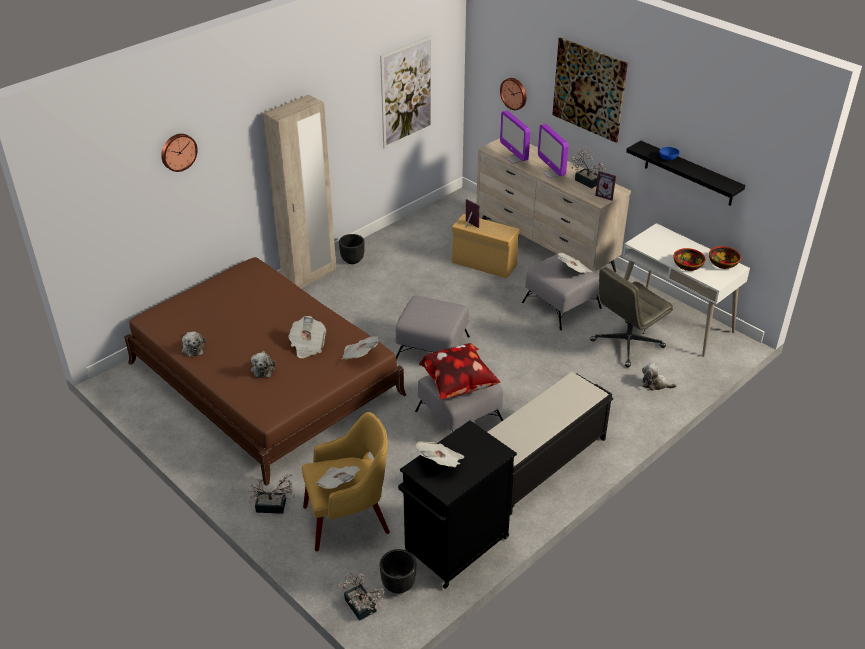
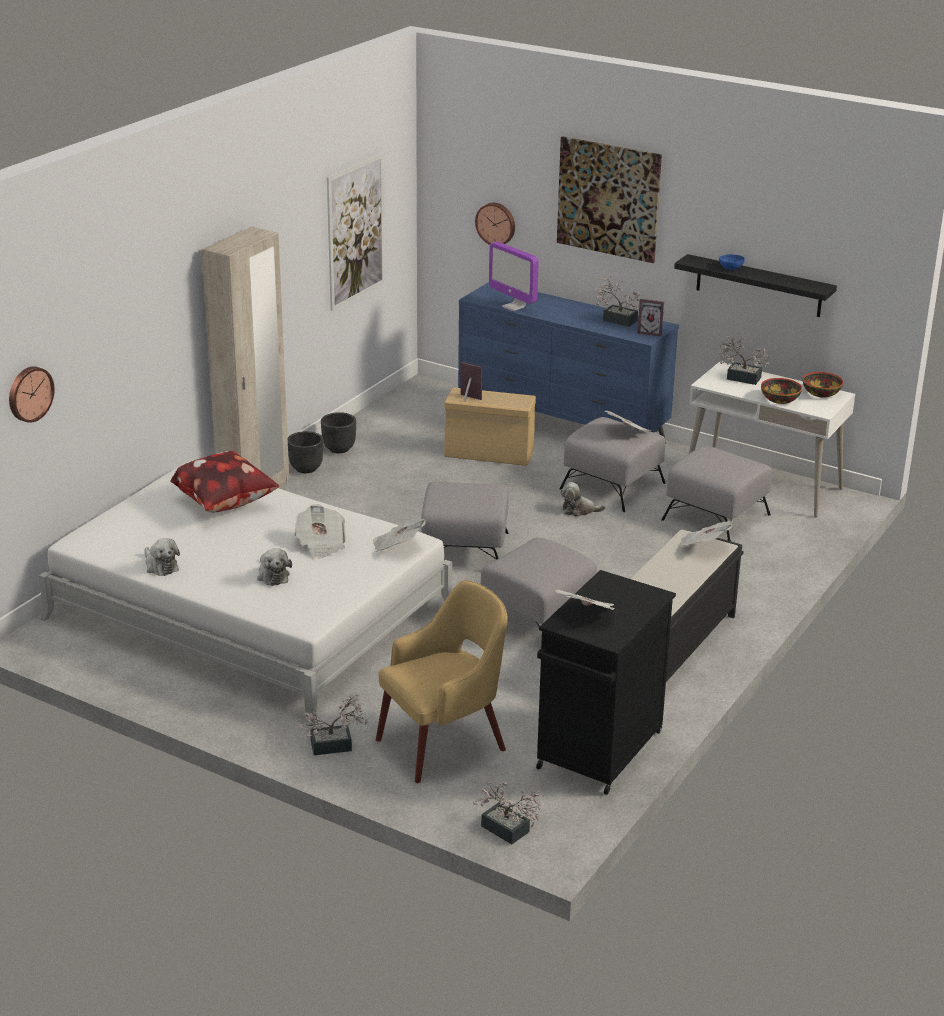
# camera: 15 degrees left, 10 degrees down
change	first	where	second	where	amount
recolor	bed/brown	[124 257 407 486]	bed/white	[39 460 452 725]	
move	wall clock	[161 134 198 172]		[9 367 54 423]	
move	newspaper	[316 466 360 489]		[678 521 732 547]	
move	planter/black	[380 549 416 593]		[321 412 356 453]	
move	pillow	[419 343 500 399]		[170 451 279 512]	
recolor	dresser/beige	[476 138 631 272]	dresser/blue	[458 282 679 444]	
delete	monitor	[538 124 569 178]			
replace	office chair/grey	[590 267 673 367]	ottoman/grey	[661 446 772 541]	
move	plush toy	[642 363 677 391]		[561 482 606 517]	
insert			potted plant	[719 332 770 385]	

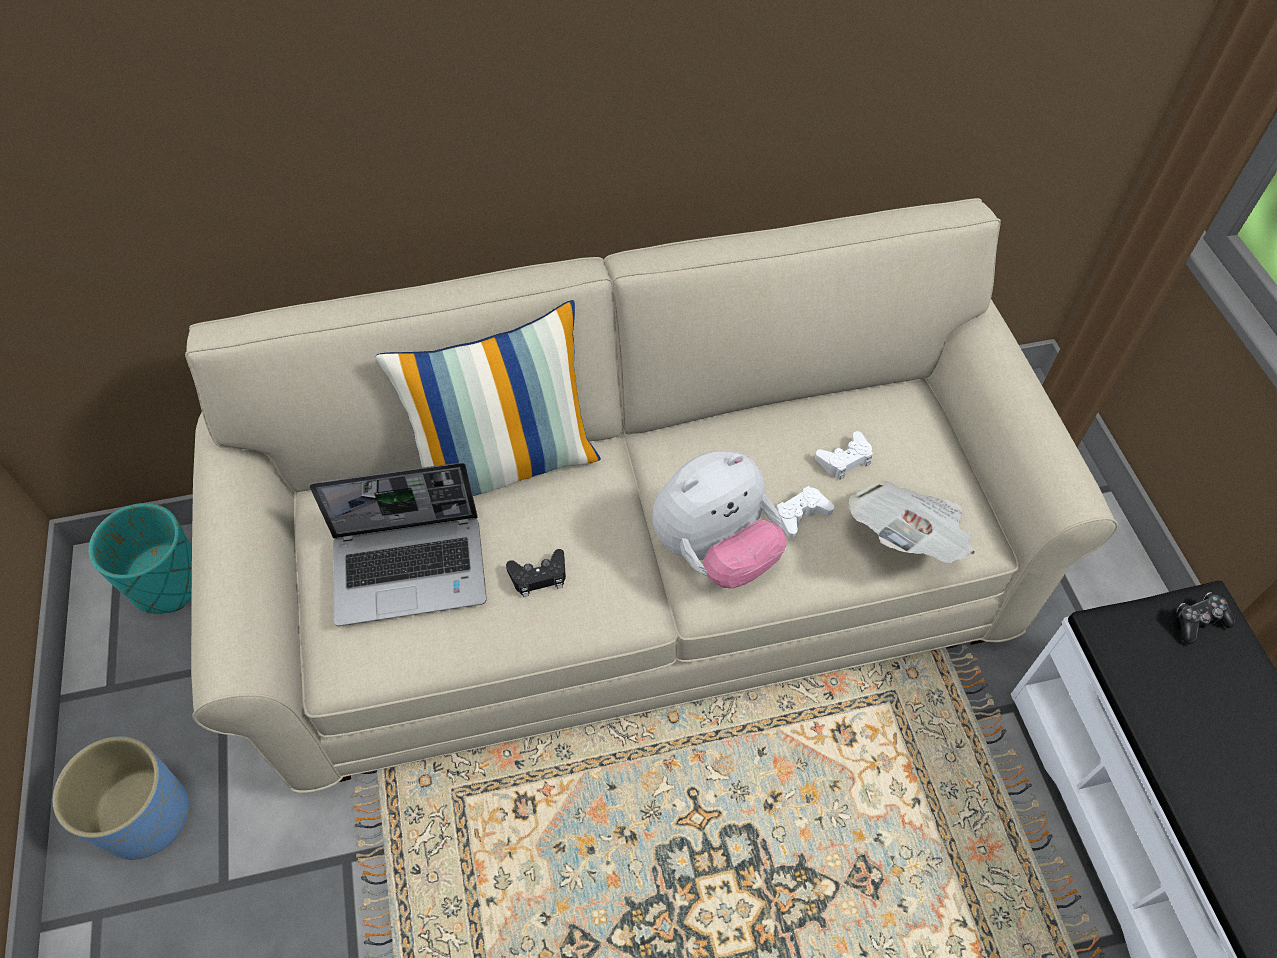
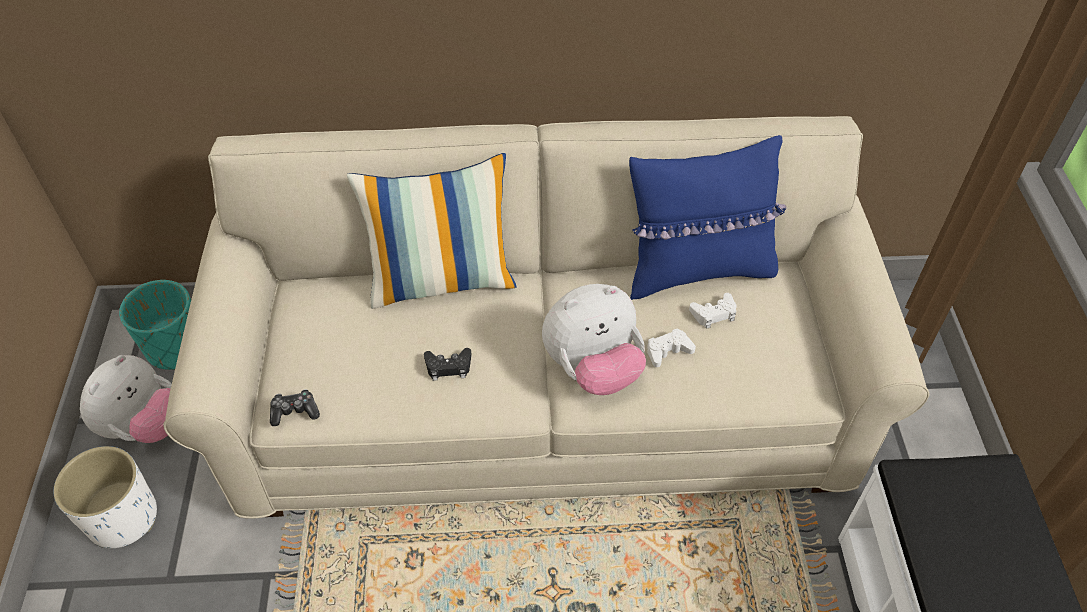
# camera: 10 degrees right, 5 degrees down
change	first	where	second	where	amount
recolor	planter/blue	[53 736 189 860]	planter/white	[53 446 157 548]	
delete	laptop	[310 462 487 626]			
delete	newspaper	[849 481 974 563]			
move	game controller	[1176 592 1235 644]		[270 389 320 426]	
insert			plush toy	[80 355 172 443]	
insert			pillow/blue	[629 135 787 300]	

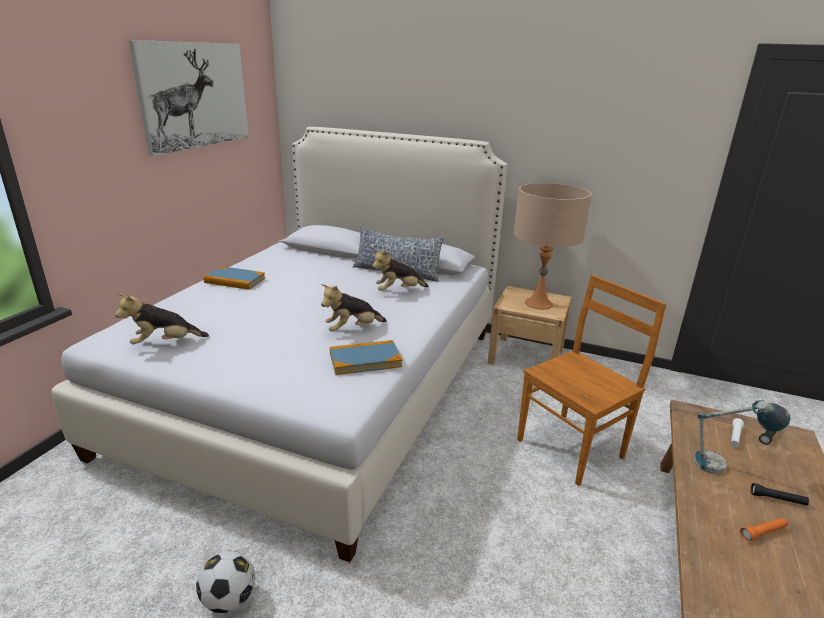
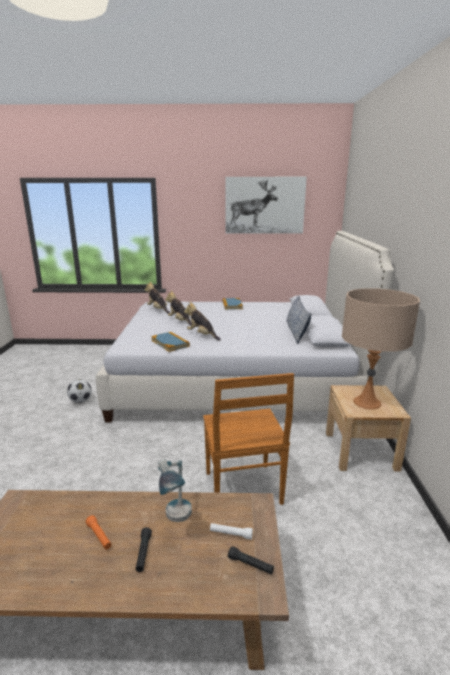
# camera: 70 degrees right, 5 degrees down
change	first	where	second	where	amount
move	plush toy	[372 249 429 291]		[165 291 192 325]	
rotate	chair/brown	[517 275 666 486]		[203 373 294 505]	45 degrees clockwise

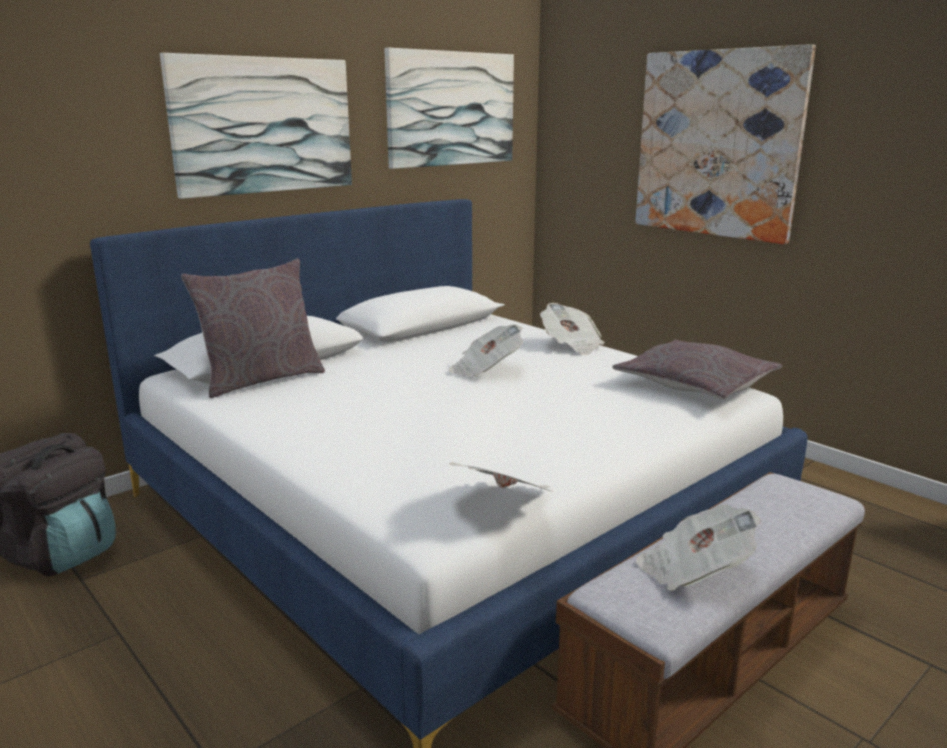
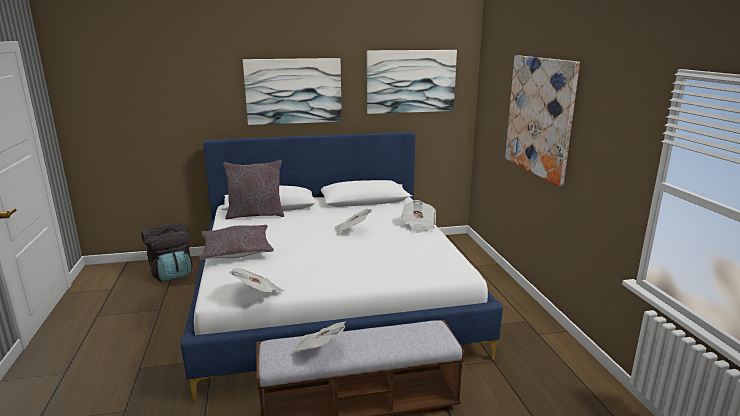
# camera: 30 degrees right, 0 degrees up
change	first	where	second	where	amount
move	pillow/grey	[612 340 782 399]		[199 225 274 260]	

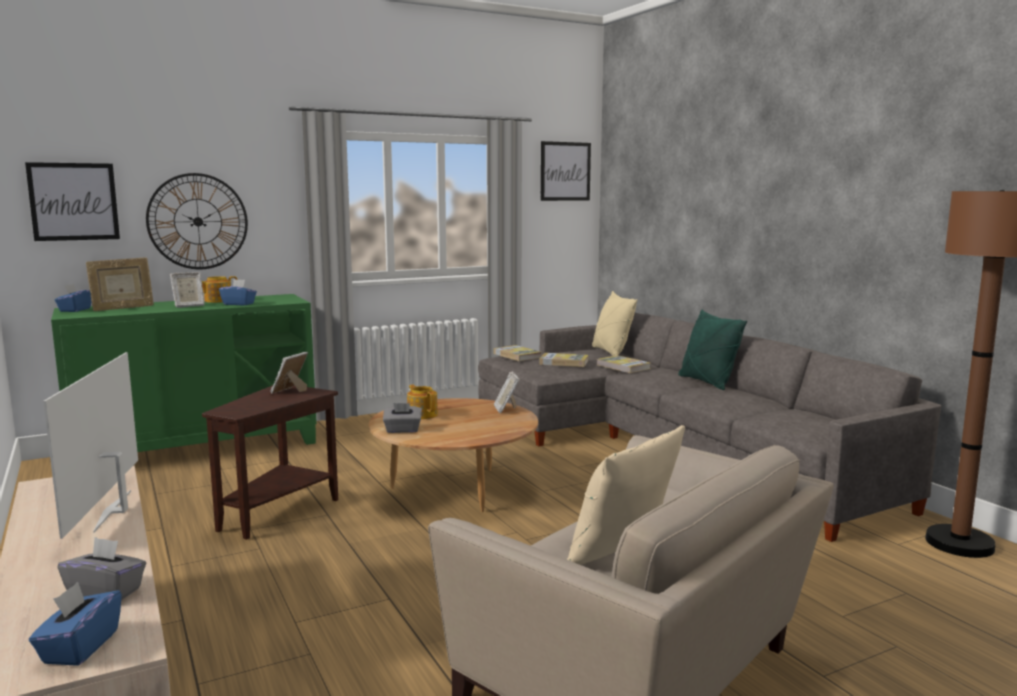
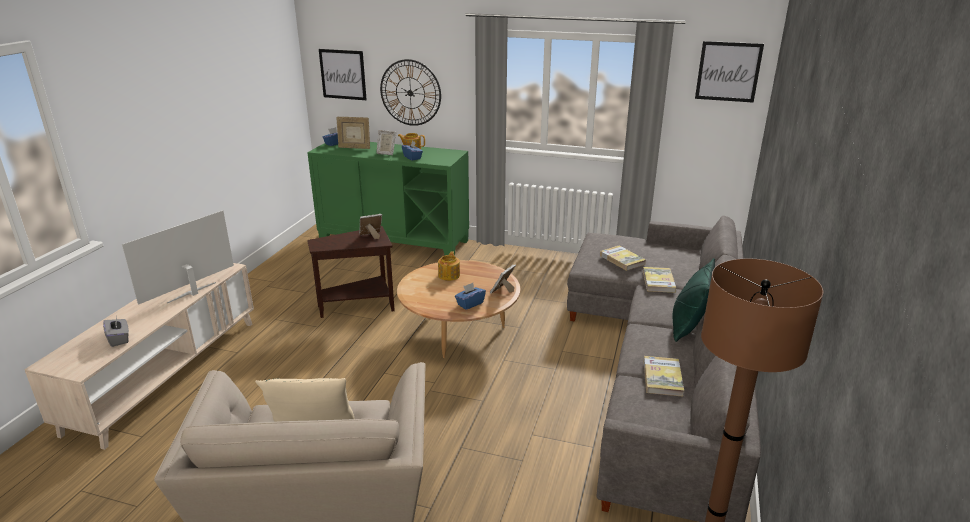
# camera: 45 degrees right, 15 degrees up
change	first	where	second	where	amount
move	tissue box/blue	[29 582 122 666]		[455 283 486 310]	
delete	tissue box/grey	[383 403 422 433]			
move	book	[494 345 541 361]		[644 356 684 397]	
delete	pillow/beige	[592 291 637 356]			

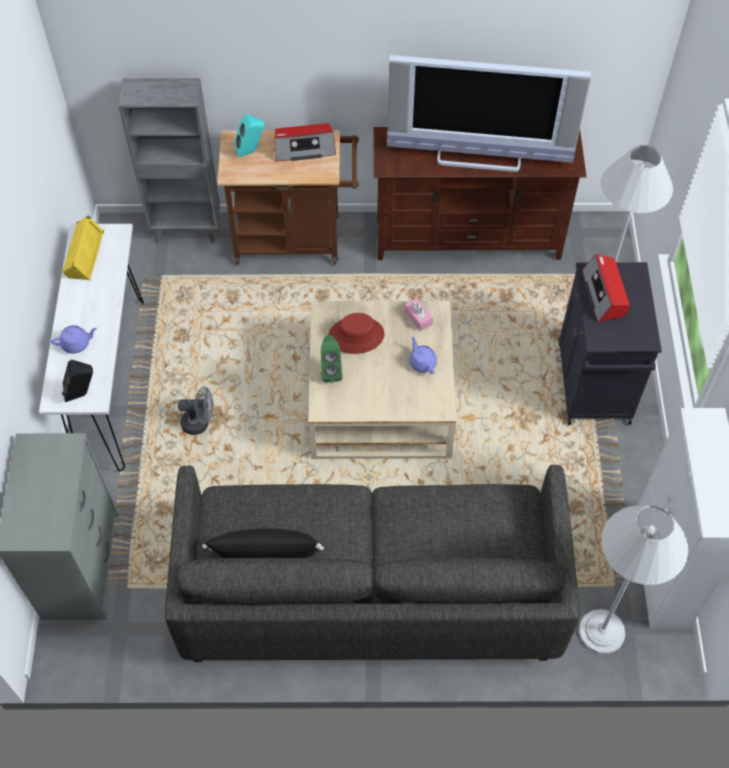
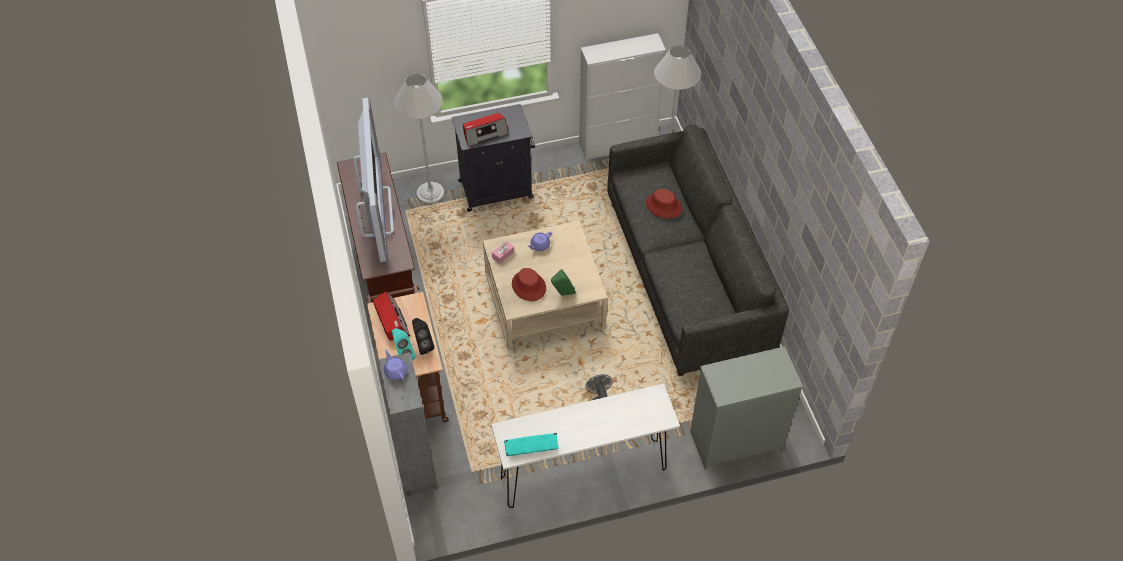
# camera: 105 degrees left, 5 degrees down
change	first	where	second	where	amount
move	teapot/purple	[51 325 97 354]		[384 350 408 380]	
recolor	speaker/yellow	[62 215 104 280]	speaker/turquoise	[504 433 559 457]	
move	speaker/black	[62 360 93 402]		[412 318 435 355]	
delete	pillow/black	[202 528 324 558]			
insert			hat/red	[646 189 682 219]	

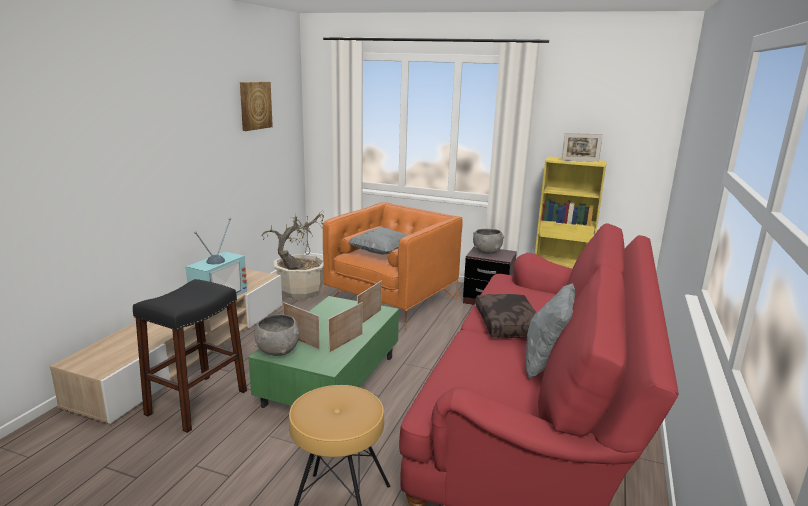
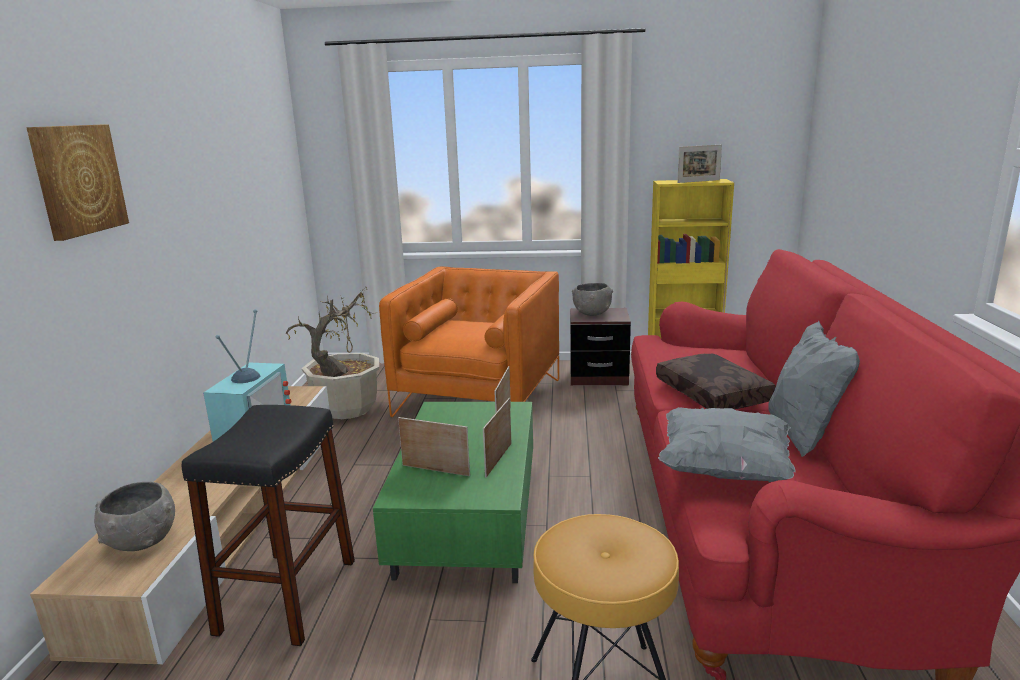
# camera: 15 degrees left, 0 degrees up
change	first	where	second	where	amount
move	picture	[240 82 273 131]		[26 124 129 241]	
move	bowl/grey	[255 314 300 356]		[94 482 175 551]	
move	pillow/grey	[349 228 408 255]		[658 407 796 482]	

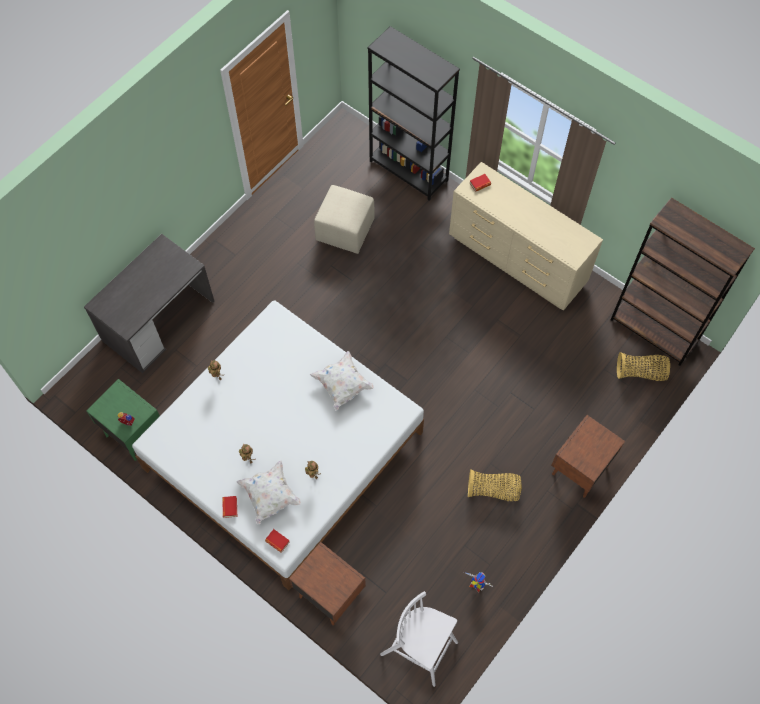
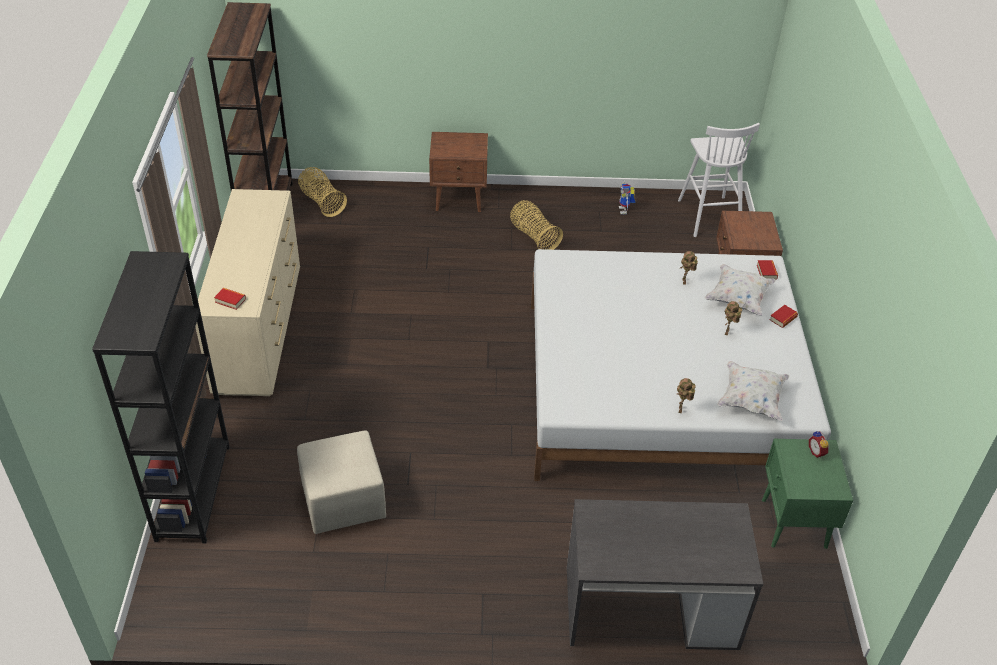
# camera: 130 degrees left, 20 degrees down
change	first	where	second	where	amount
move	pillow/white	[310 351 374 411]		[717 361 789 421]	

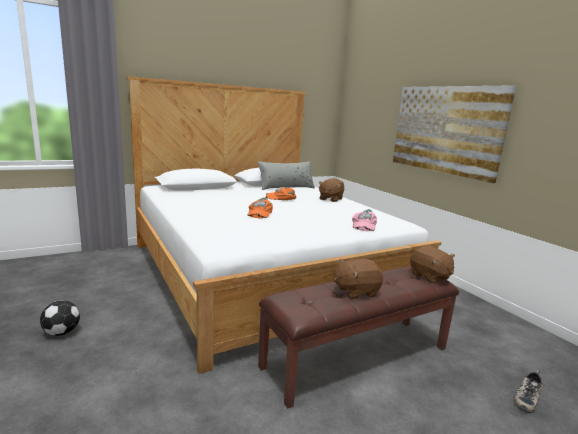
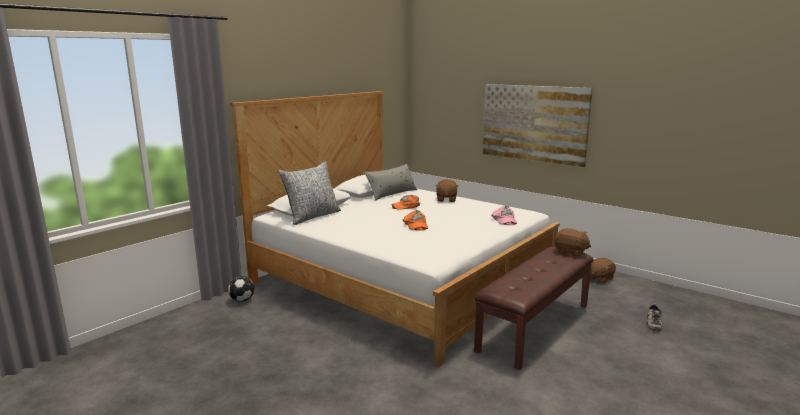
# camera: 20 degrees left, 0 degrees up
change	first	where	second	where	amount
move	football	[40 300 80 336]		[228 276 254 302]	
move	plush toy/brown	[334 259 383 299]		[590 258 616 283]	
insert			pillow	[278 161 341 225]	

